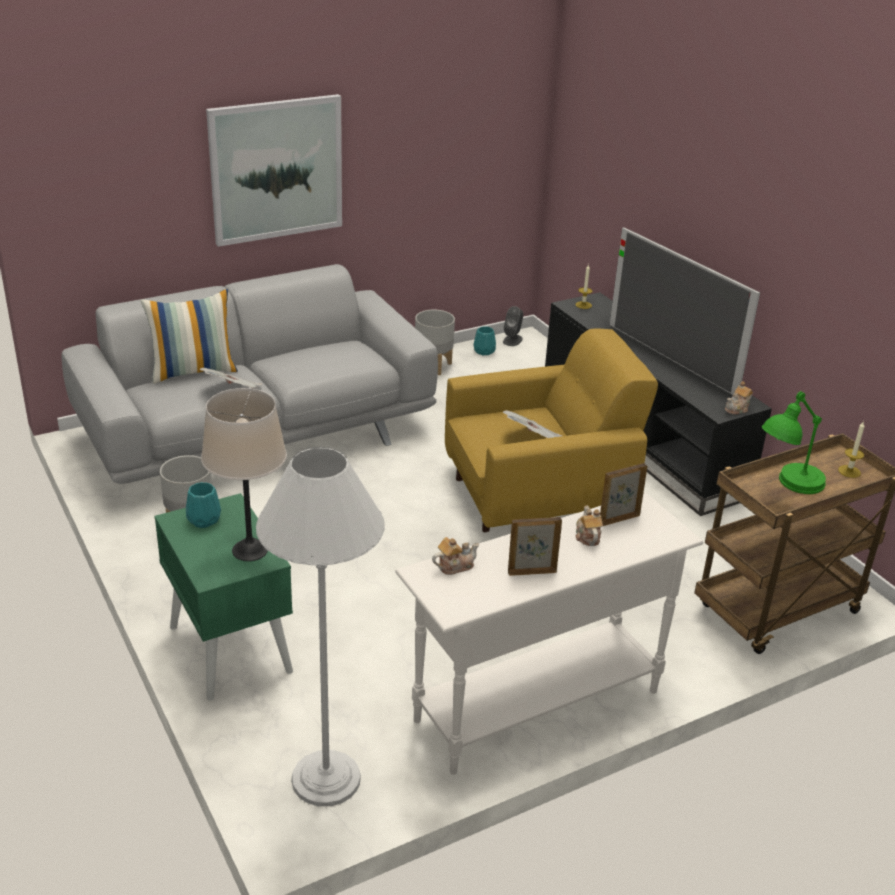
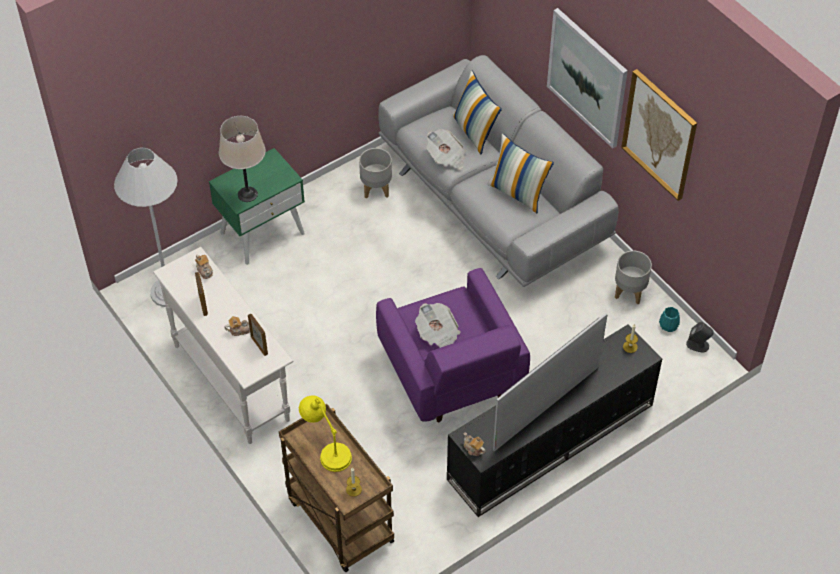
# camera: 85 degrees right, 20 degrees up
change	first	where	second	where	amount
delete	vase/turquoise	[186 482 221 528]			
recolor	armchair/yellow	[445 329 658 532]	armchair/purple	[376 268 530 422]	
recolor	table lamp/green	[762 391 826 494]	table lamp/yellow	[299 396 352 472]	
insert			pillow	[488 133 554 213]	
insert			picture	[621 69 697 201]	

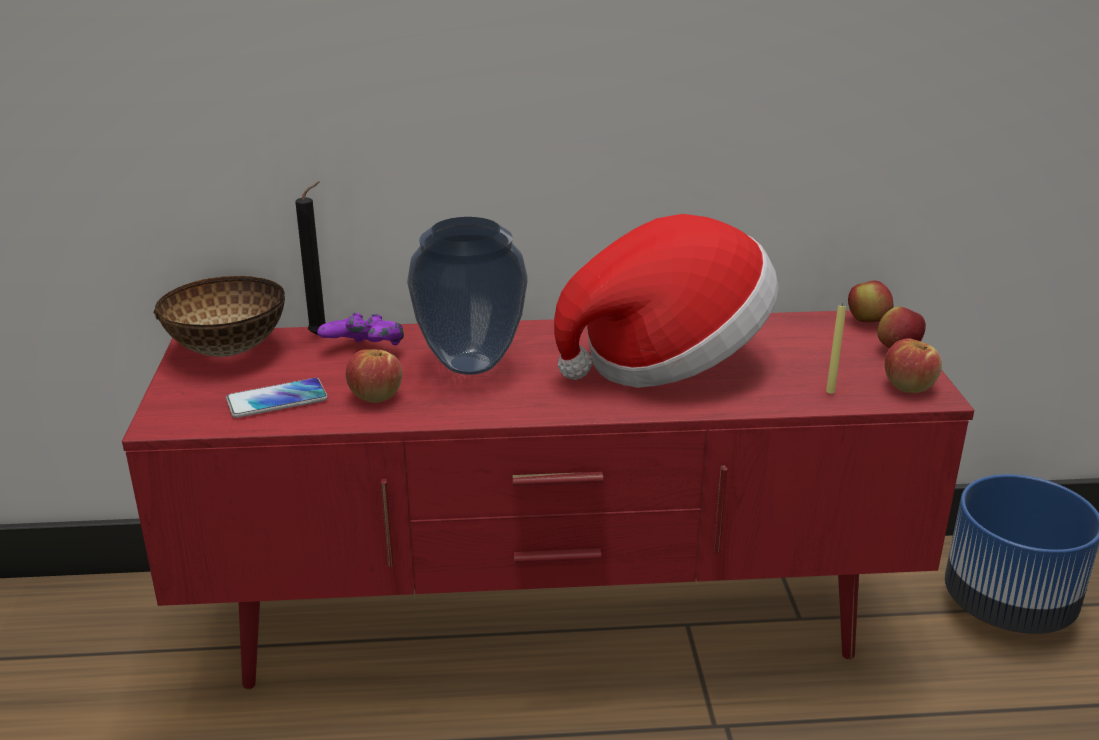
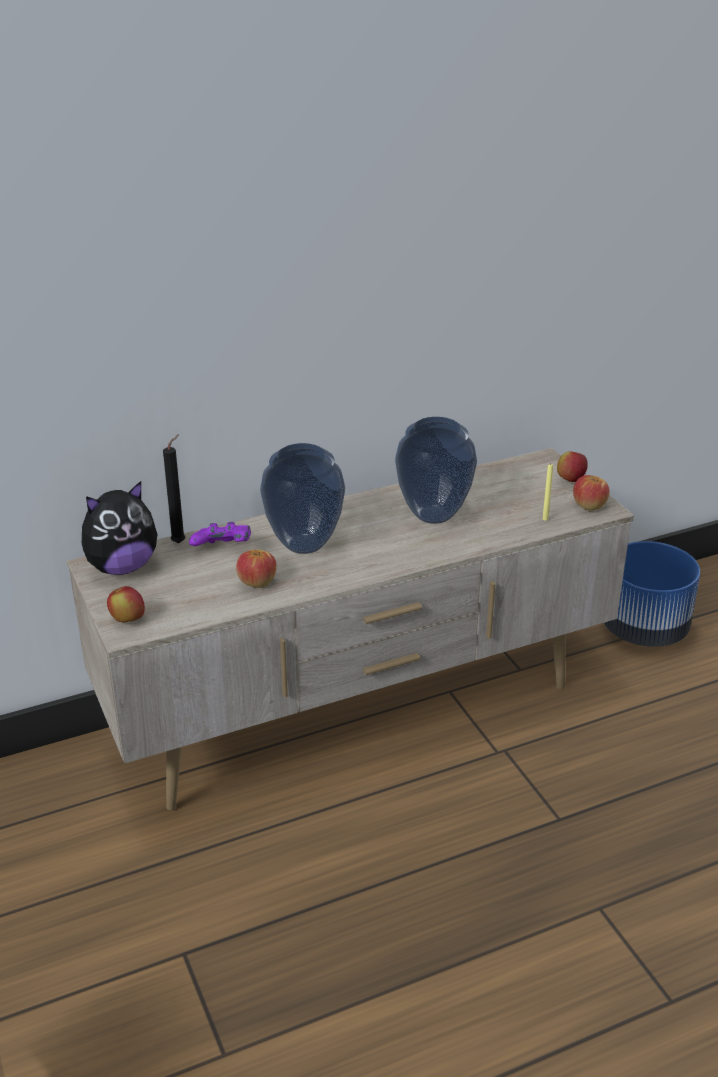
# camera: 20 degrees left, 5 degrees up
change	first	where	second	where	amount
recolor	tv stand/red	[122 310 974 689]	tv stand/beige	[66 448 634 811]	
replace	bowl	[154 276 285 357]	plush toy	[82 481 157 575]	
delete	phone	[226 378 328 418]			
replace	hat	[554 214 778 388]	vase	[395 417 477 524]	
move	apple	[848 280 893 322]		[107 586 145 623]	

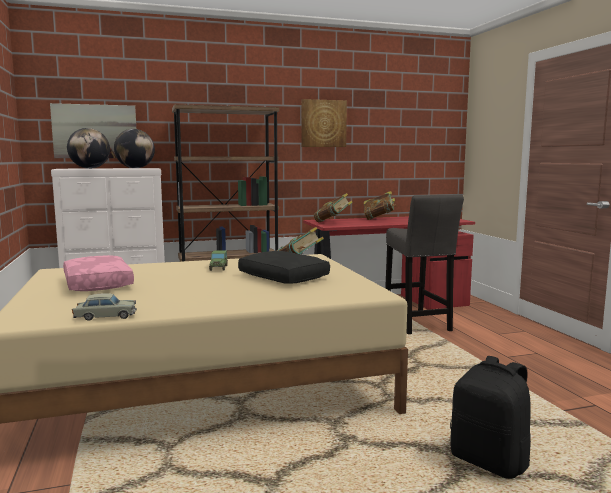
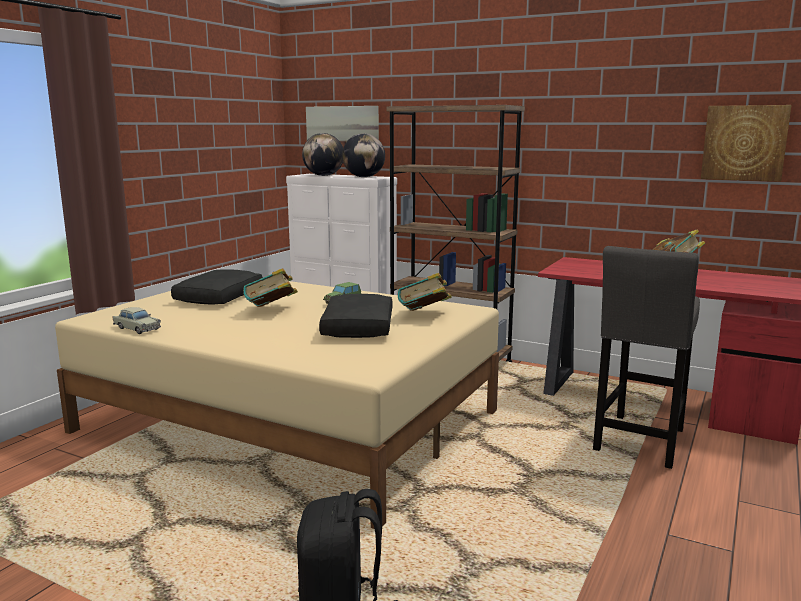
# camera: 45 degrees right, 5 degrees up
change	first	where	second	where	amount
recolor	pillow/pink	[63 255 134 291]	pillow/black	[171 269 263 305]	
move	picture	[301 99 347 147]		[701 105 792 182]	
move	book	[314 193 352 222]		[243 268 298 307]	

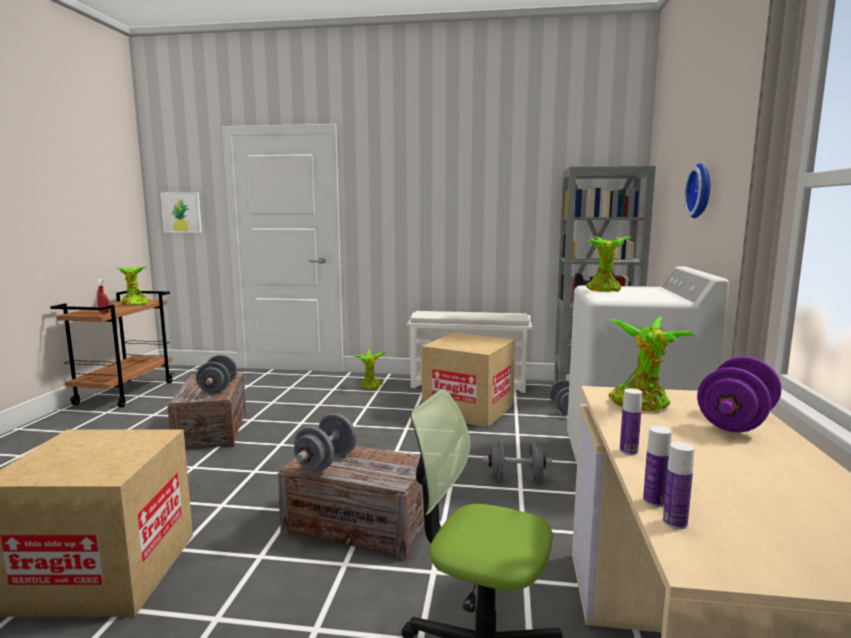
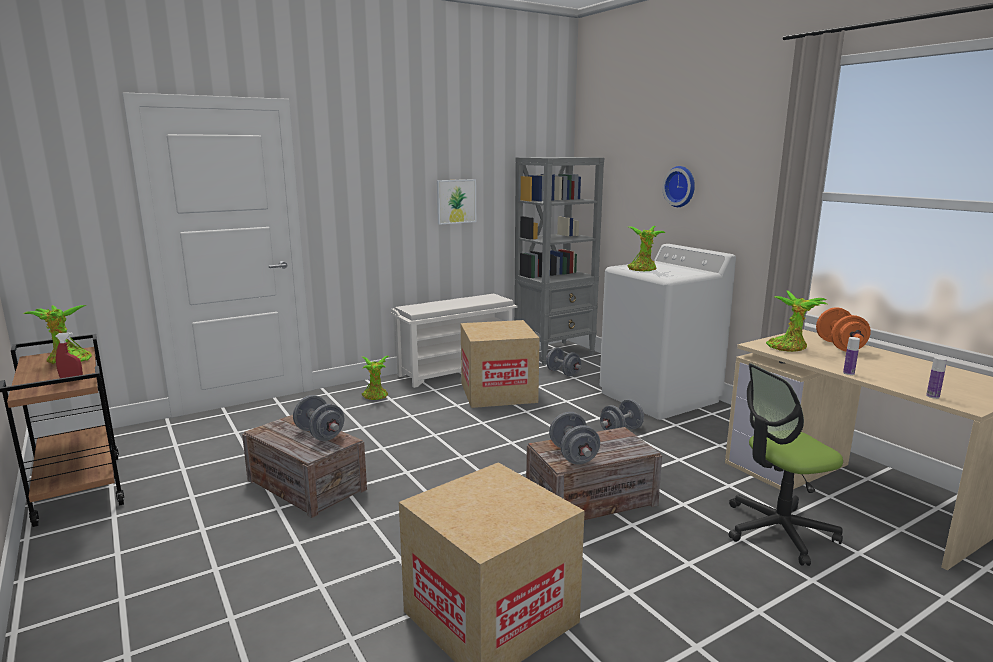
# camera: 40 degrees left, 5 degrees up
change	first	where	second	where	amount
move	picture	[160 192 202 233]		[437 179 476 225]	
delete	bottle	[643 426 672 507]			
recolor	dumbbell/purple	[697 356 782 432]	dumbbell/orange	[816 307 871 351]	

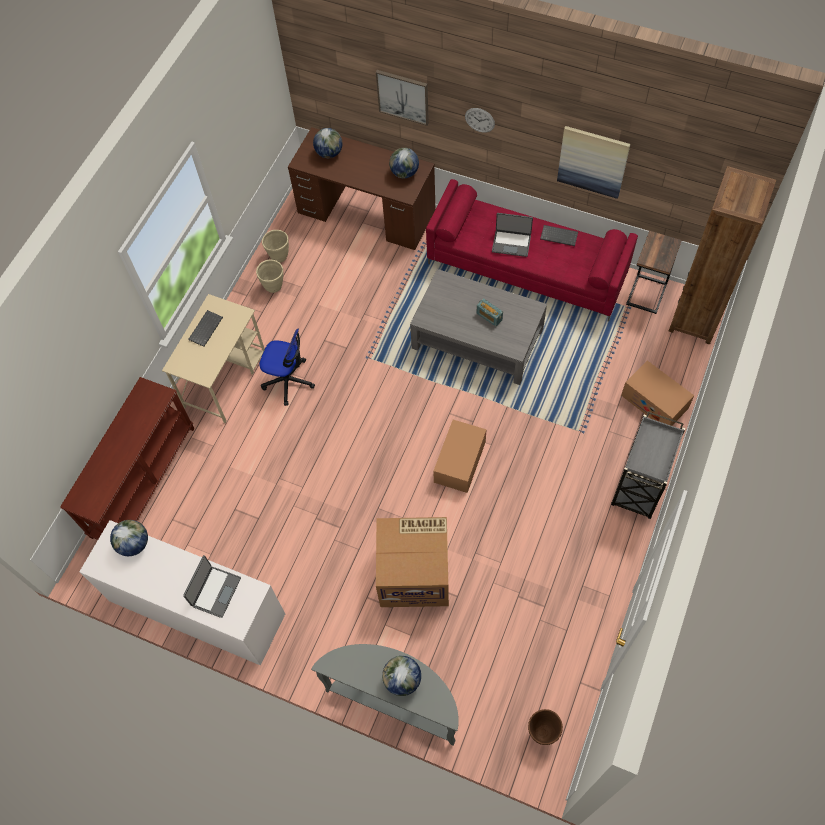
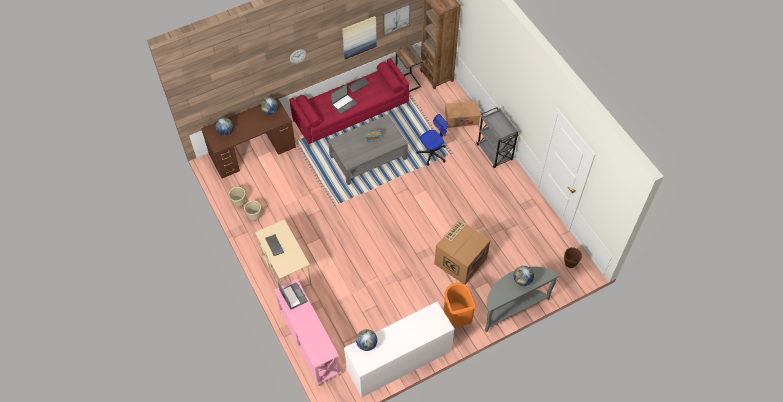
# camera: 55 degrees left, 5 degrees down
change	first	where	second	where	amount
recolor	console table/brown	[60 377 195 540]	console table/pink	[274 279 341 386]	
move	laptop	[183 555 241 618]		[278 282 308 310]	
move	office chair	[259 328 315 406]		[416 114 448 166]	
move	picture	[376 70 429 126]		[383 3 410 36]	
delete	cardboard box	[433 420 487 493]			
insert			trash can/orange	[444 283 476 328]	

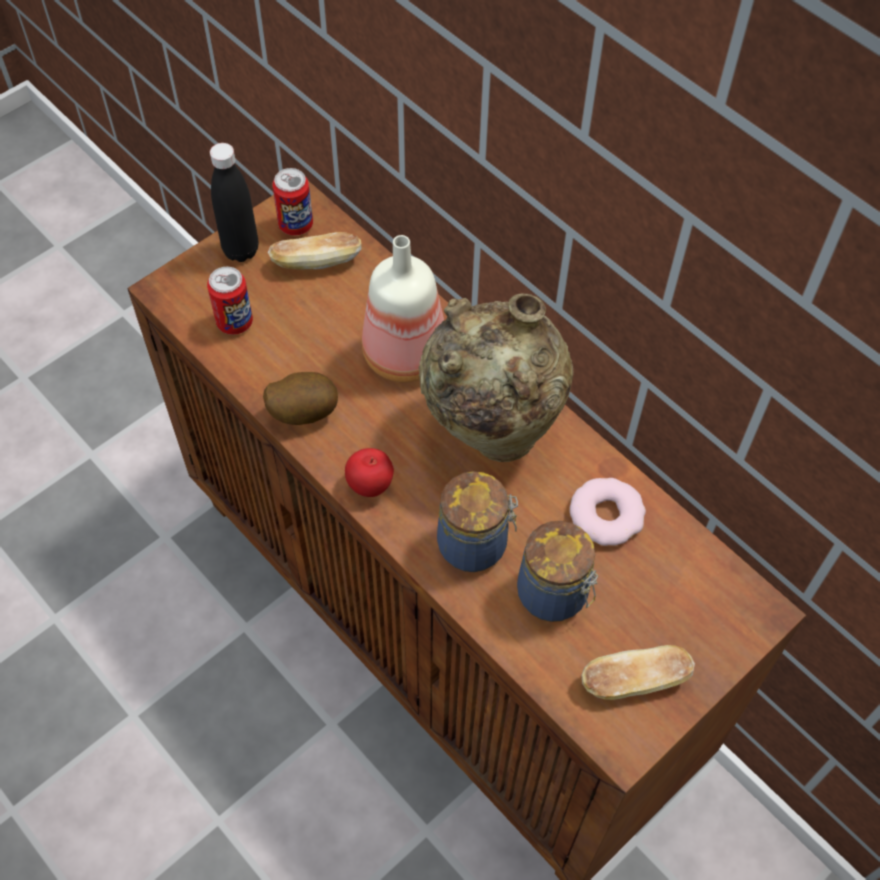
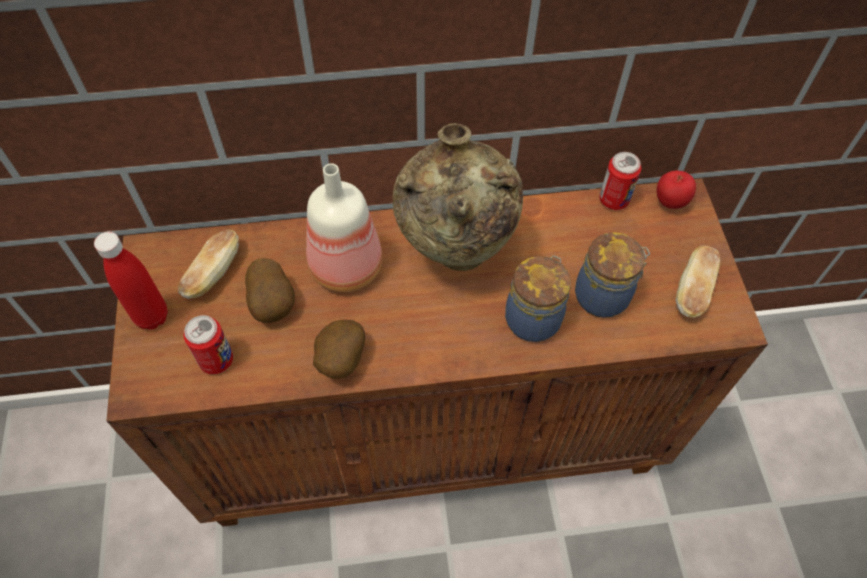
# camera: 55 degrees left, 0 degrees up
change	first	where	second	where	amount
recolor	bottle/black	[210 143 258 262]	bottle/red	[94 232 168 330]	
move	can	[272 168 313 236]		[599 152 641 210]	
move	apple	[345 448 394 497]		[656 171 696 209]	
delete	donut	[569 478 646 546]			
insert			potato	[245 258 295 323]	

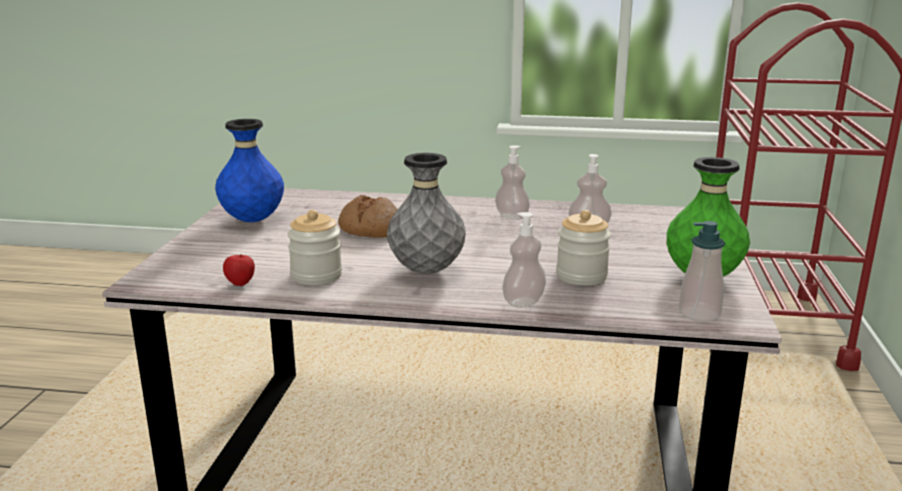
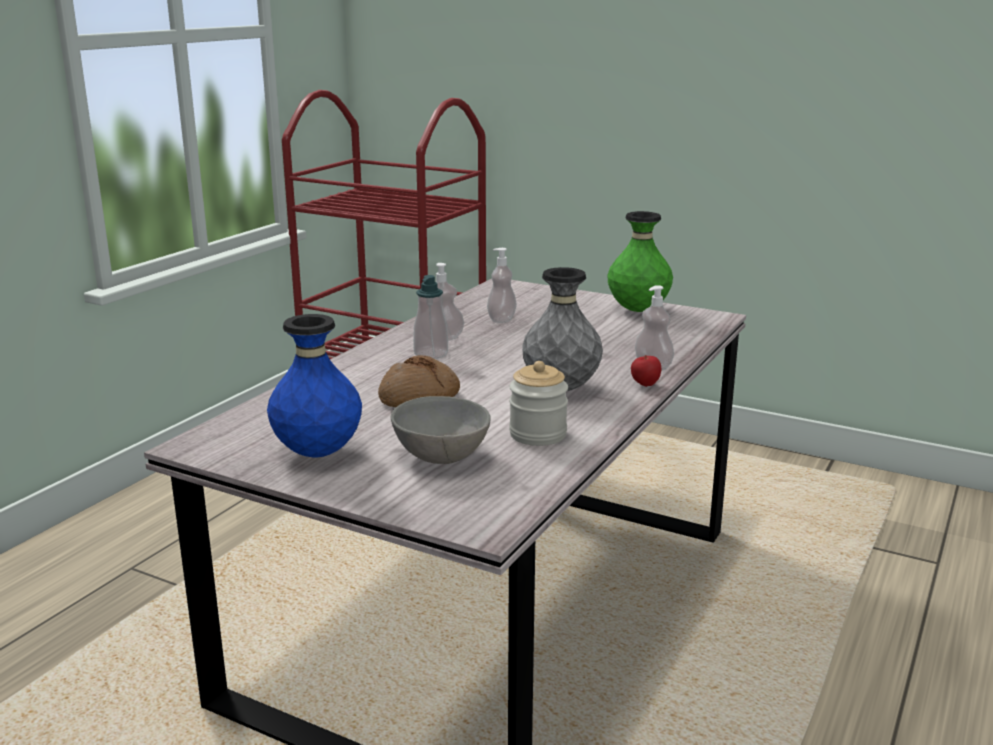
# camera: 70 degrees left, 0 degrees up
change	first	where	second	where	amount
move	apple	[223 254 255 286]		[631 355 661 387]	
delete	jar	[556 210 611 286]			
move	soap dispenser	[679 221 725 321]		[413 275 448 359]	
insert			bowl/grey	[391 396 491 464]	

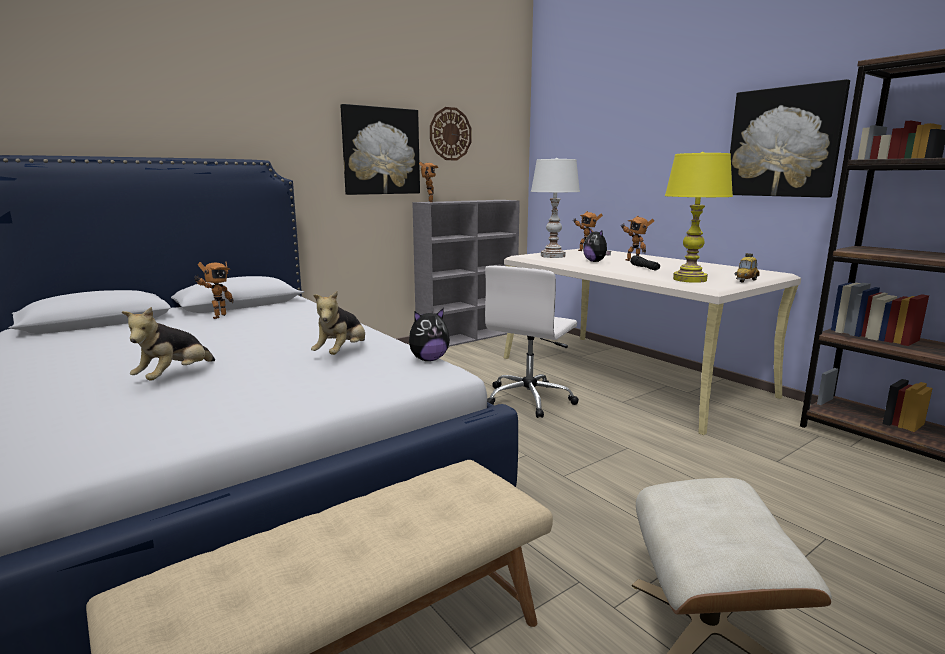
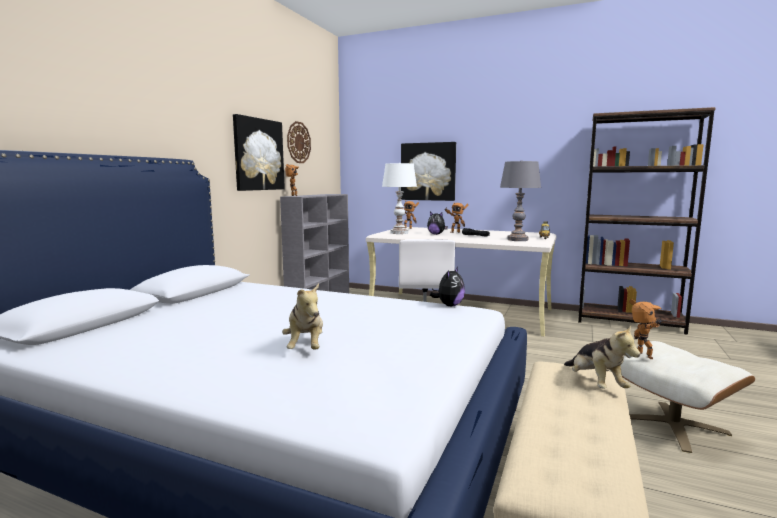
# camera: 30 degrees left, 5 degrees down
change	first	where	second	where	amount
move	toy robot	[194 262 233 319]		[629 299 663 359]	
move	plush toy	[311 291 365 355]		[564 325 641 389]	
recolor	table lamp/yellow	[665 152 733 283]	table lamp/grey	[500 160 541 241]	
move	picture	[730 79 850 198]		[401 142 456 201]	

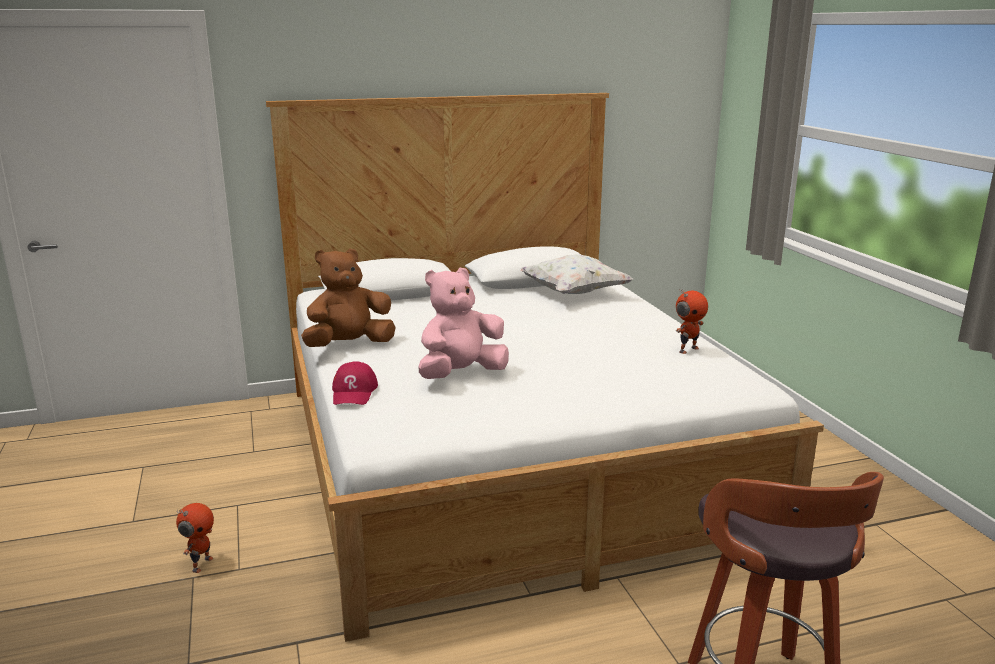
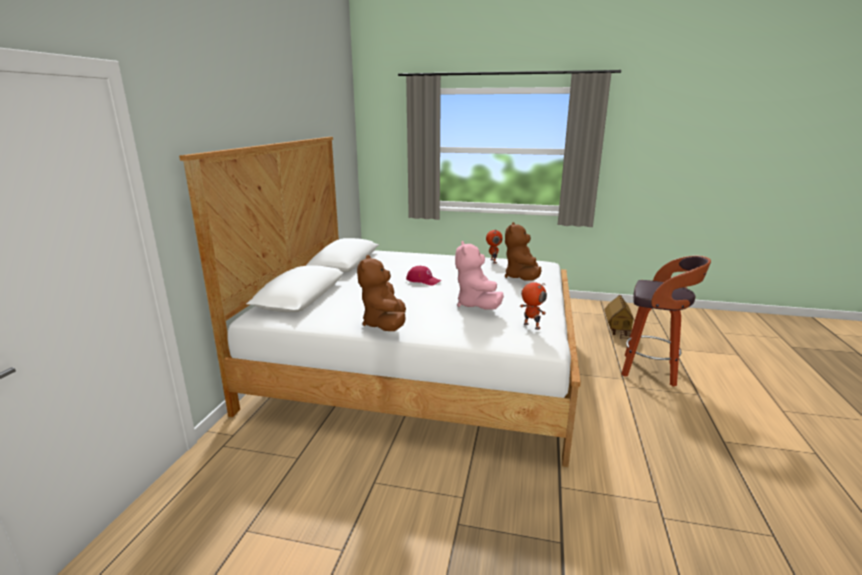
# camera: 60 degrees left, 0 degrees up
change	first	where	second	where	amount
move	toy robot	[176 503 214 573]		[520 282 547 330]	
move	cap/red	[332 361 378 405]		[406 266 441 286]	
delete	pillow/white	[521 255 633 294]			
insert			plush toy/brown	[505 222 542 281]	
insert			toy house	[604 295 635 339]	

